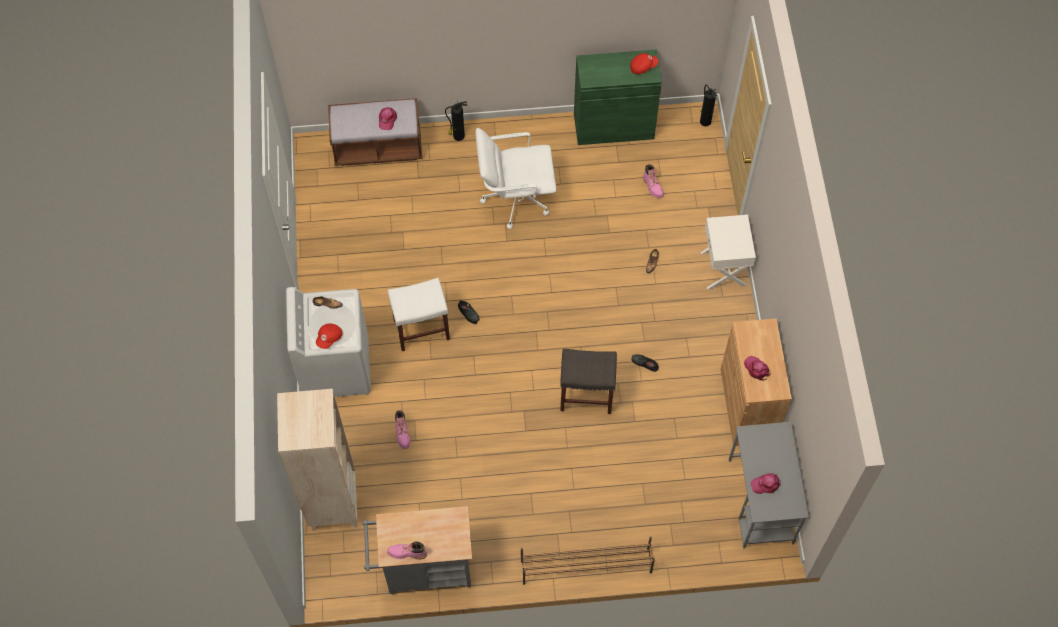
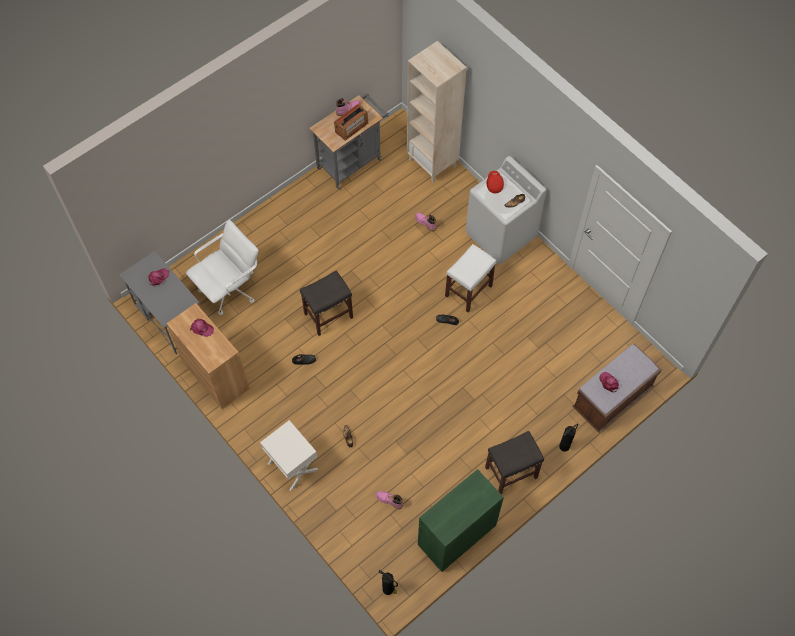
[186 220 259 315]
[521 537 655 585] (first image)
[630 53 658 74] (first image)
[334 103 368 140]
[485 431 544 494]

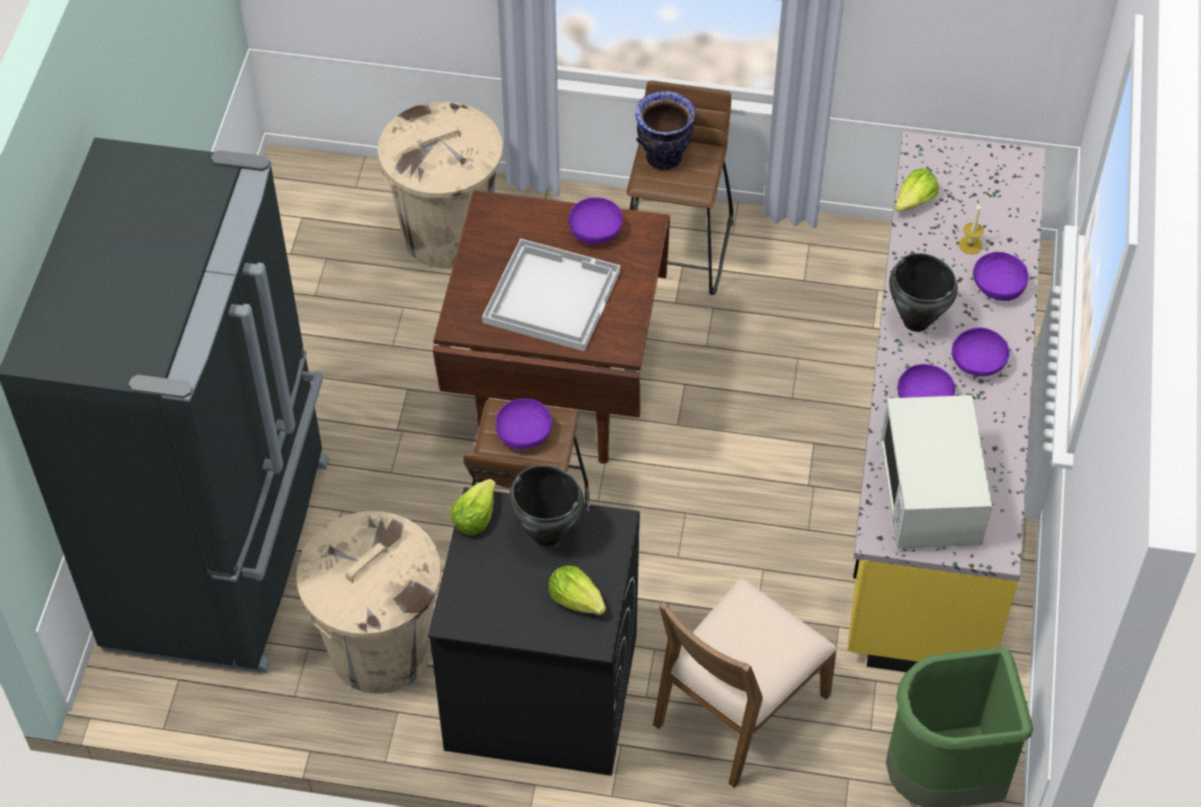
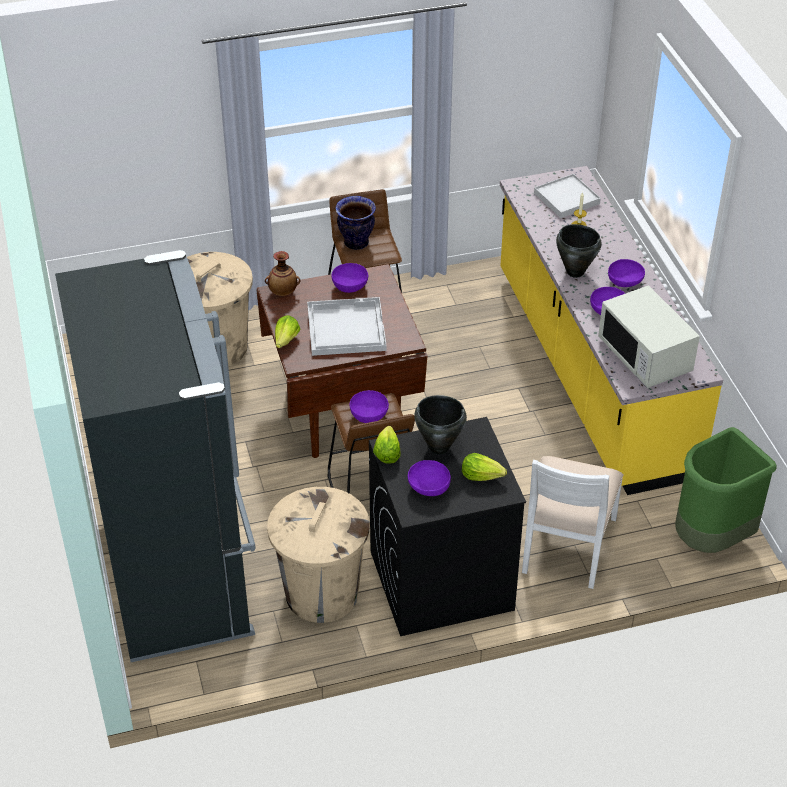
[522 456 624 589]
[275 315 300 348]
[408 460 451 496]
[265 251 300 296]
[534 174 601 218]

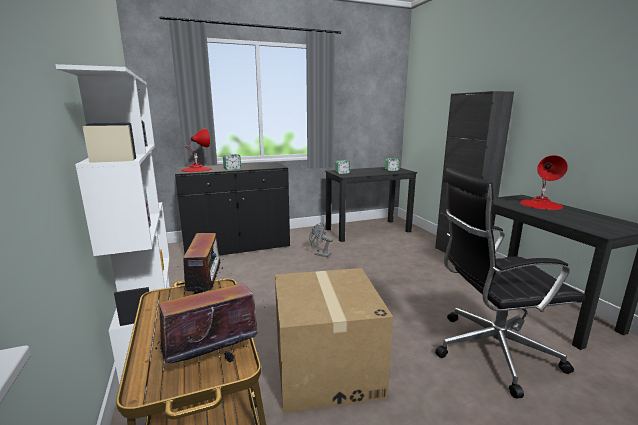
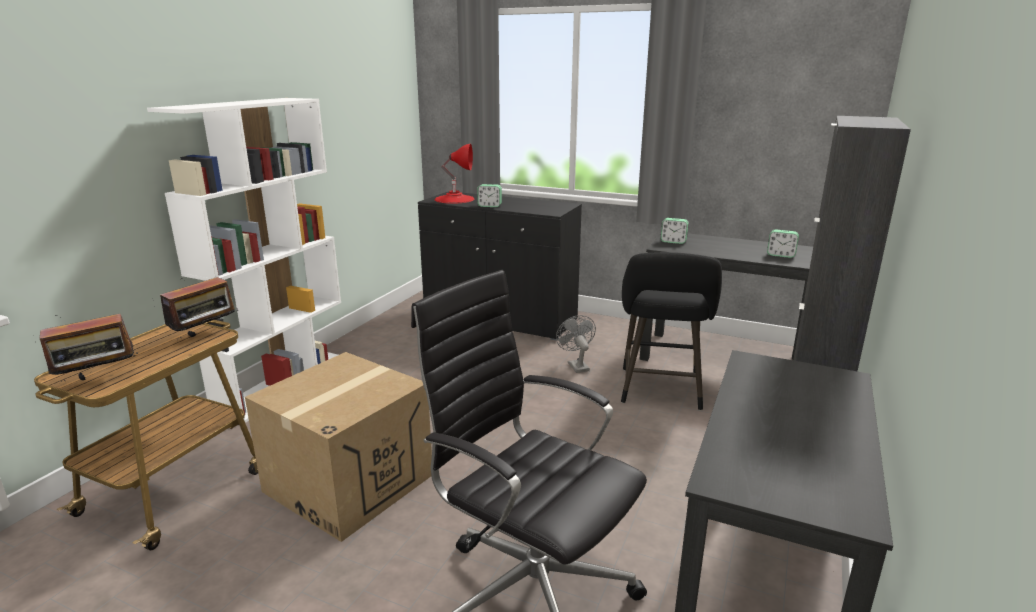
[36 314 138 382]
[519 155 568 210] (first image)
[621 252 722 411]

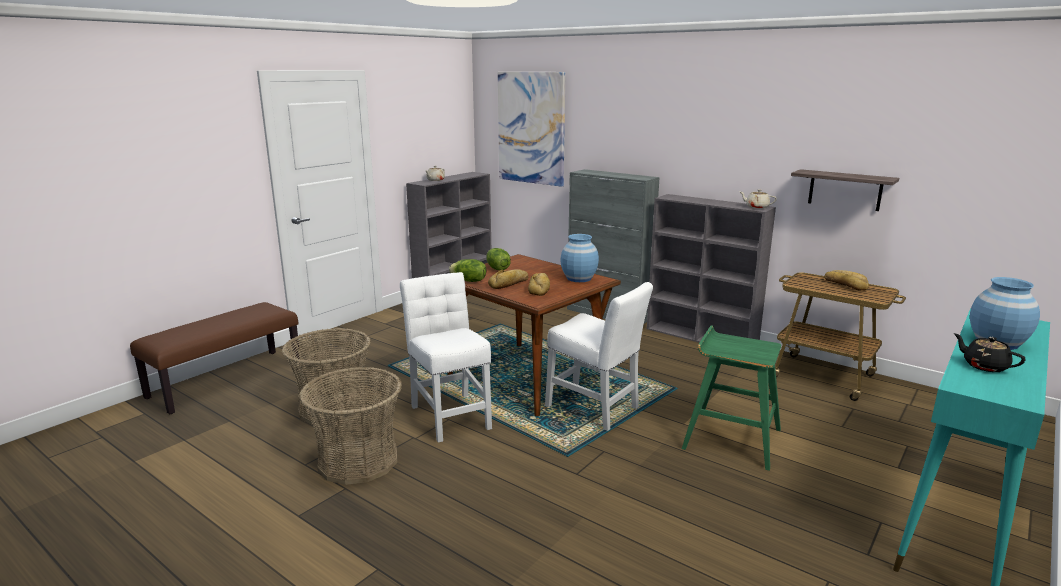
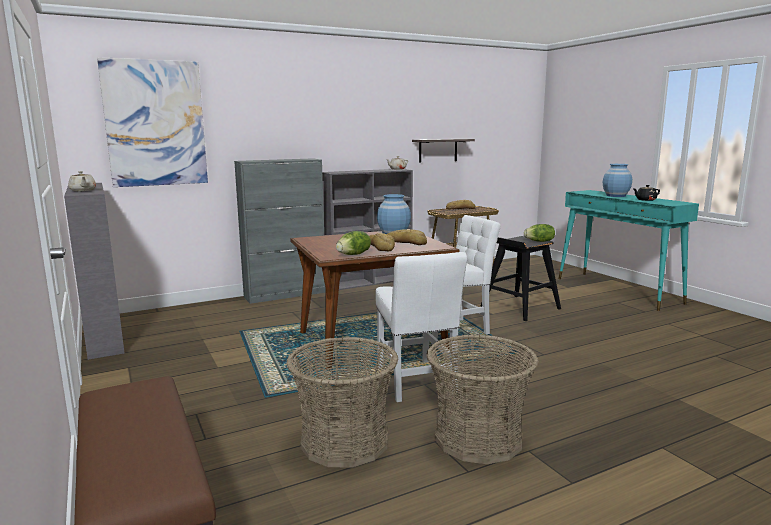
[375 252 467 402]
[524 224 555 242]
[480 236 561 321]

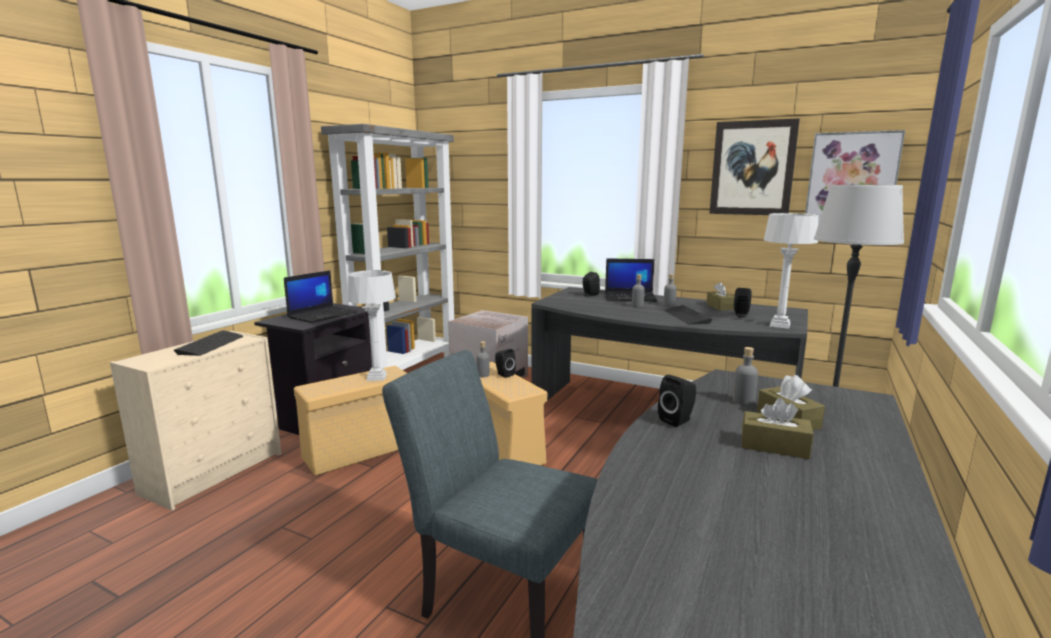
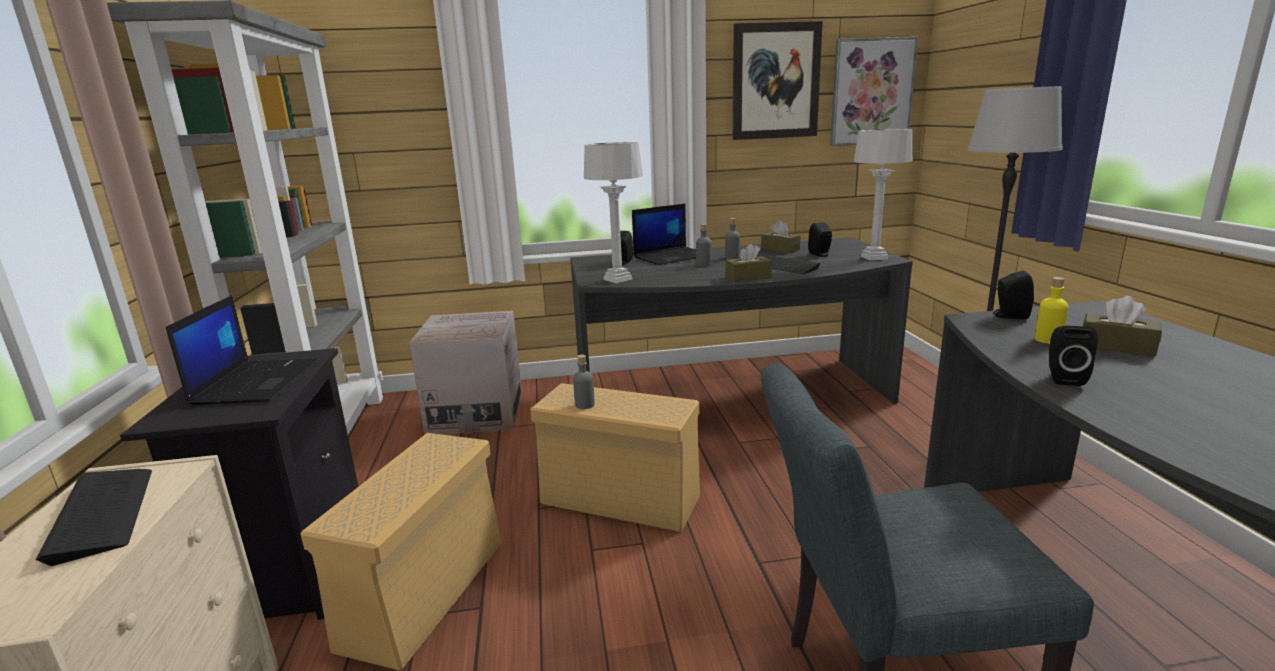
[584 142 643 283]
[993 270 1034 319]
[1035 277 1068 344]
[726 243 772 282]

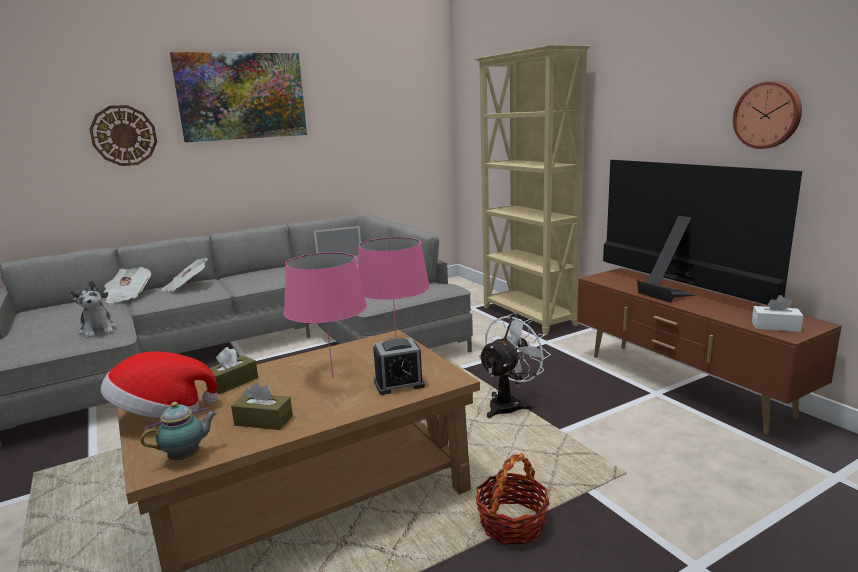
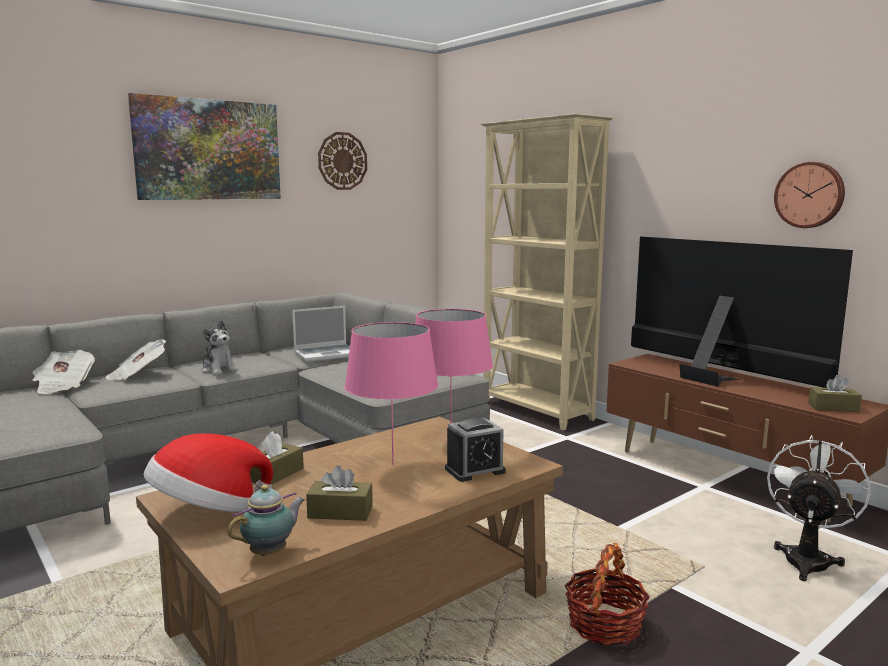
[202 320 238 375]
[318 132 367 190]
[767 435 871 581]
[808 375 862 412]

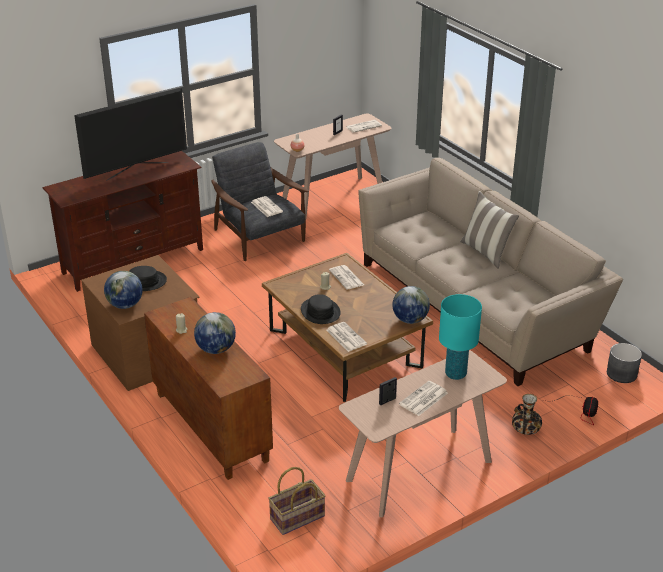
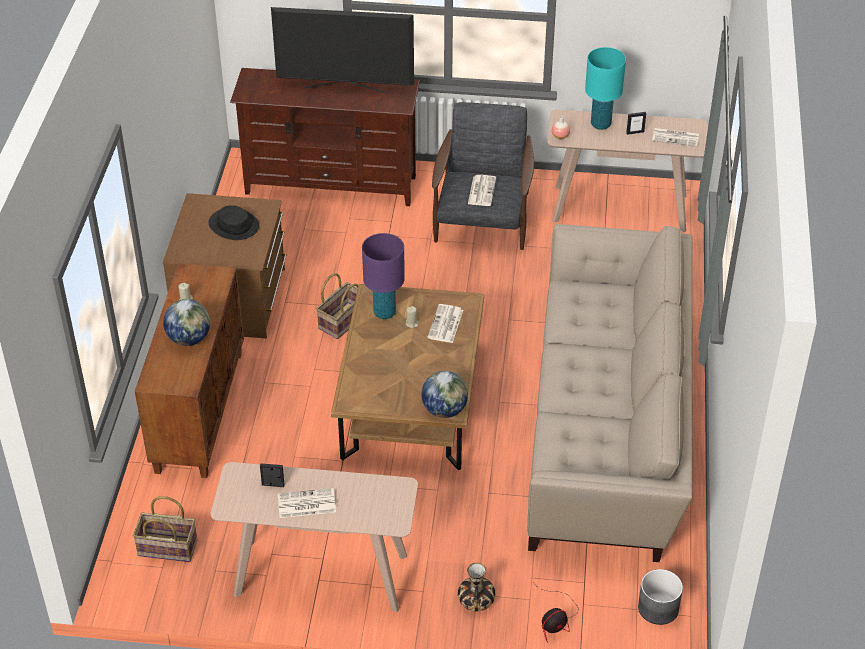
[104 271 143 309] (first image)
[301 294 341 324] (first image)
[326 322 367 352] (first image)
[585 47 626 130]
[460 191 519 269] (first image)
[316 273 358 339]
[362 233 405 319]

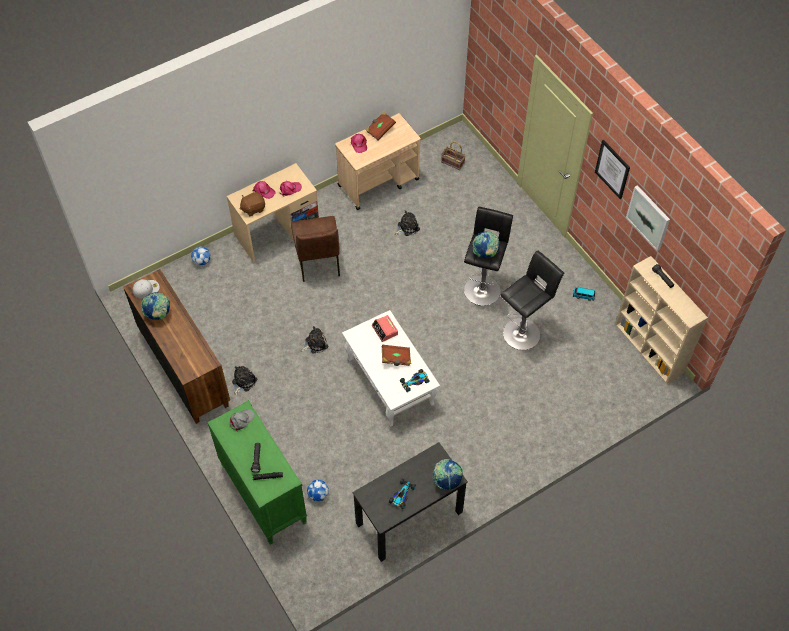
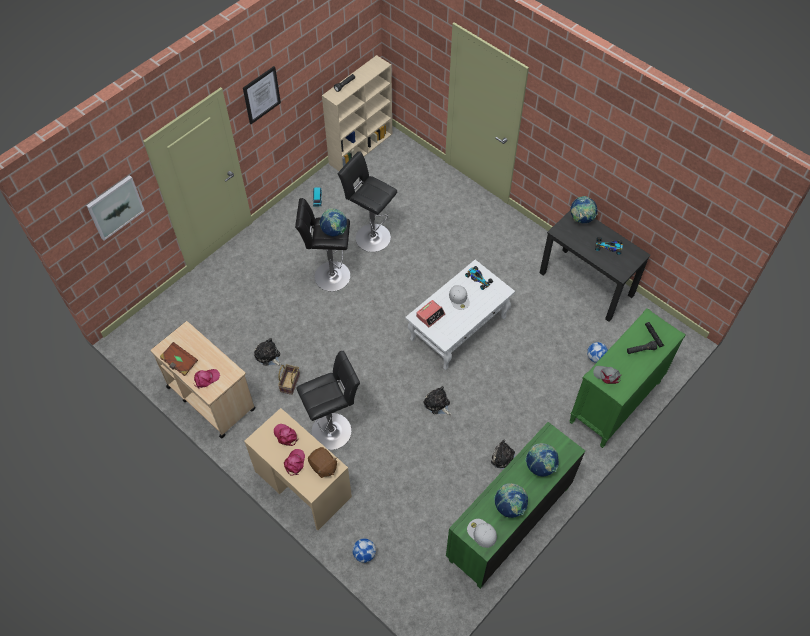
[446 422 585 589]
[296 351 360 450]
[449 285 470 310]
[278 364 300 395]
[86 175 145 240]
[525 443 559 476]

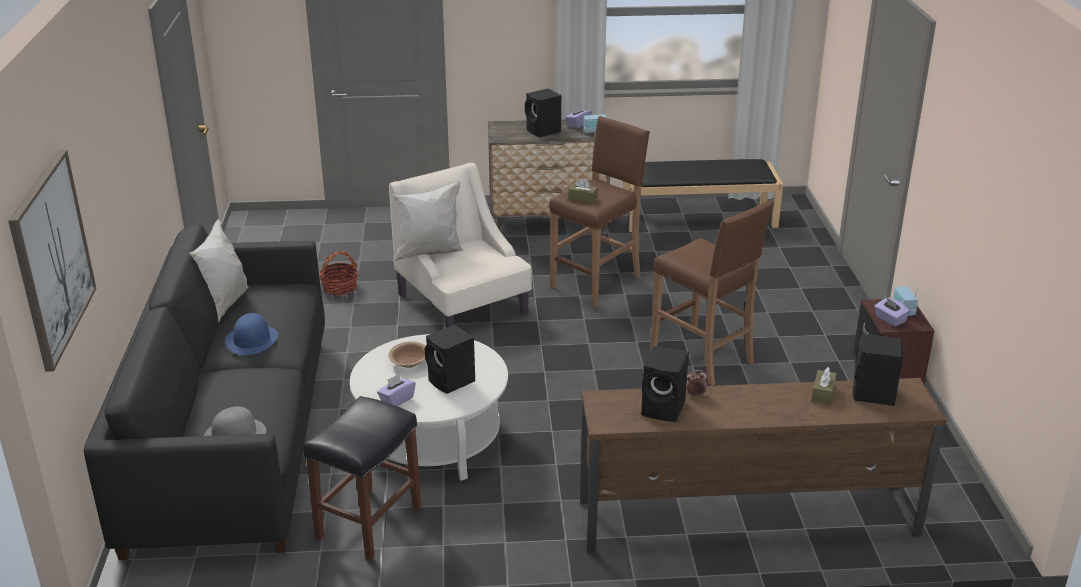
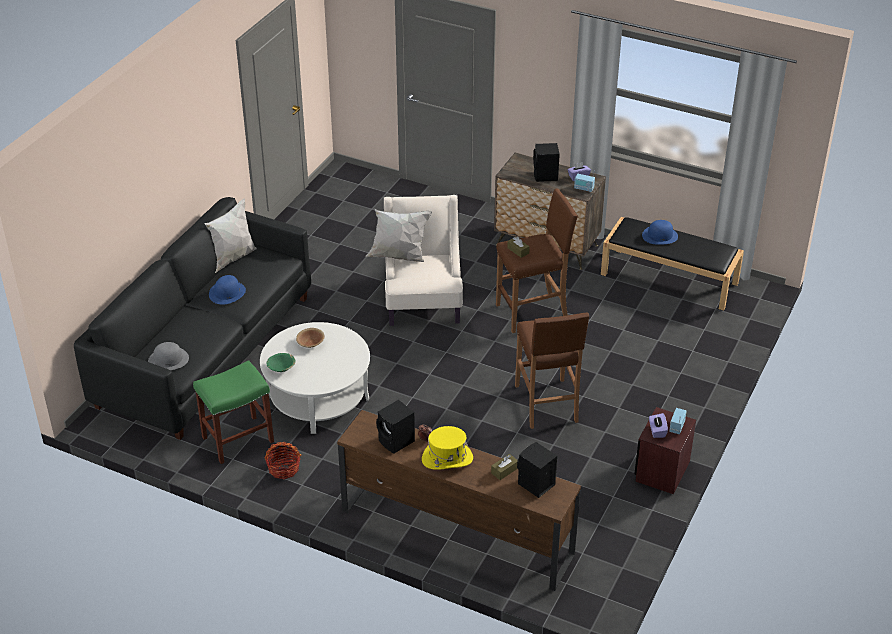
[8 150 97 372] (first image)
[193 360 274 464]
[264 442 301 479]
[266 353 295 372]
[425 325 475 394] (first image)
[422 426 473 470]
[642 220 678 245]

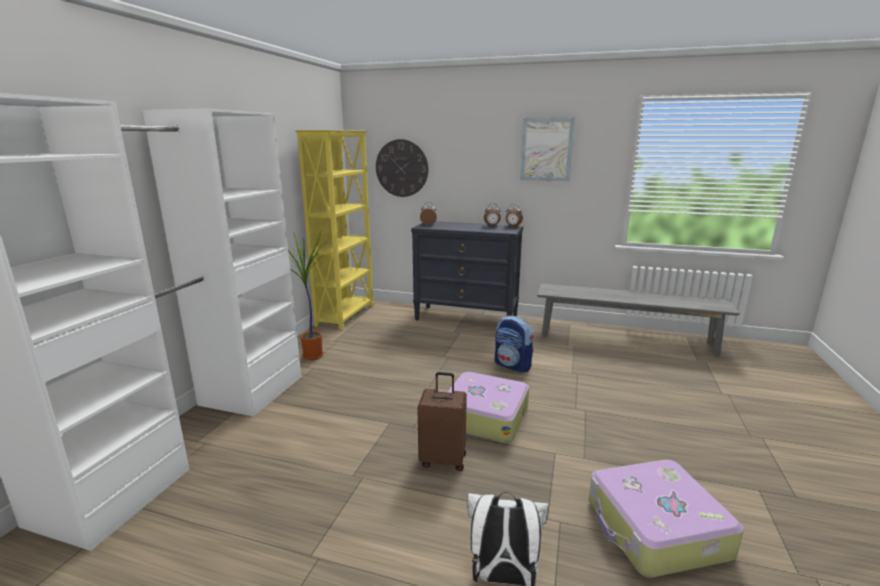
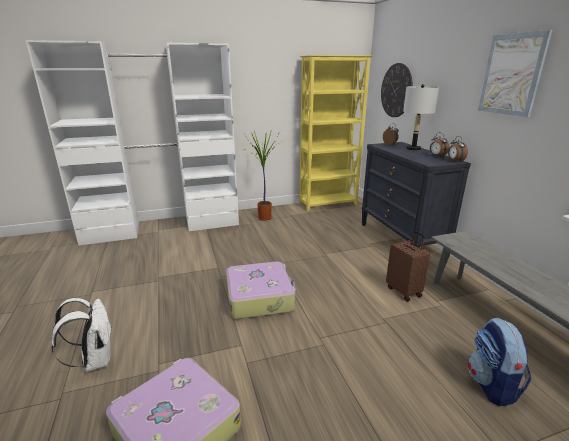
[386 231 430 302]
[468 318 531 406]
[403 84 439 151]

